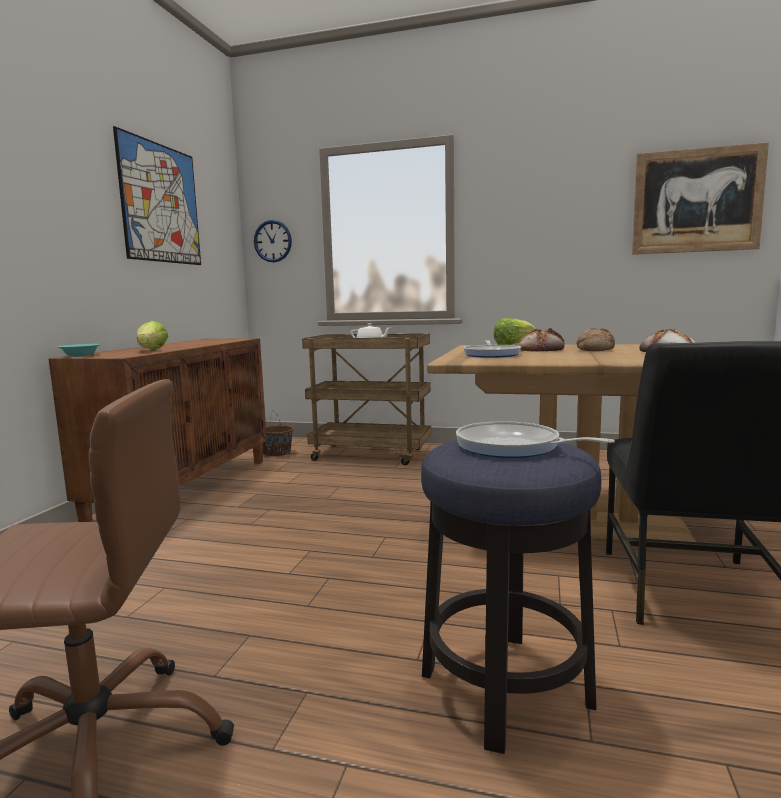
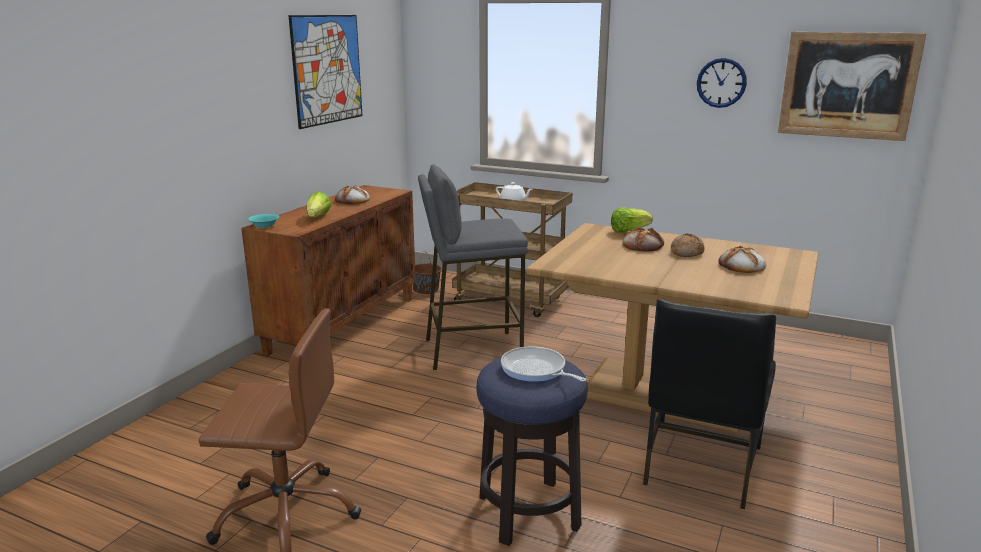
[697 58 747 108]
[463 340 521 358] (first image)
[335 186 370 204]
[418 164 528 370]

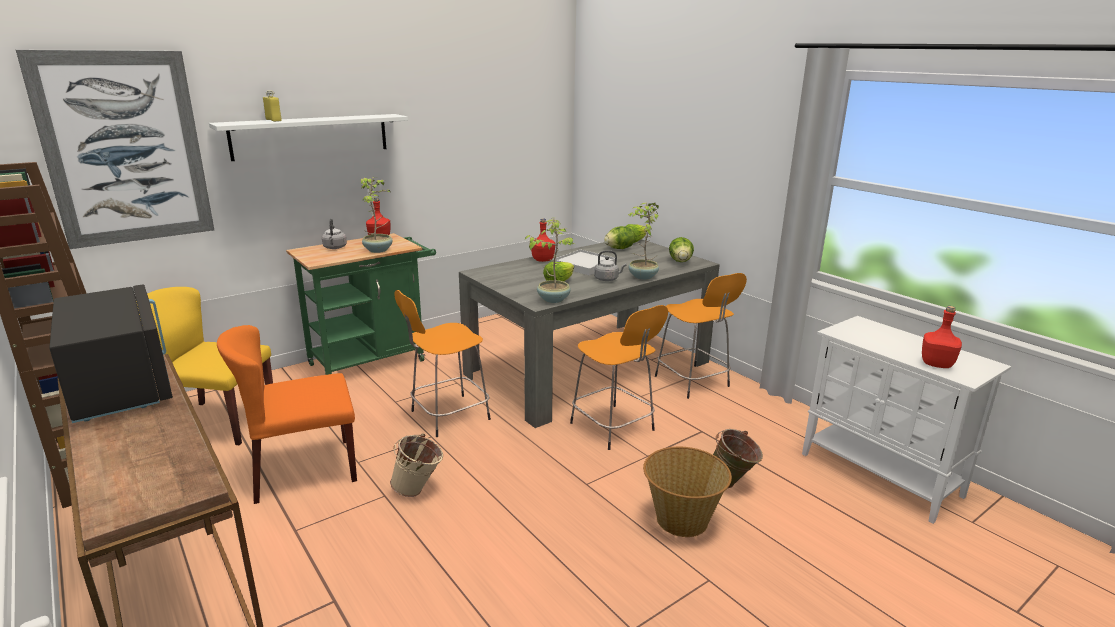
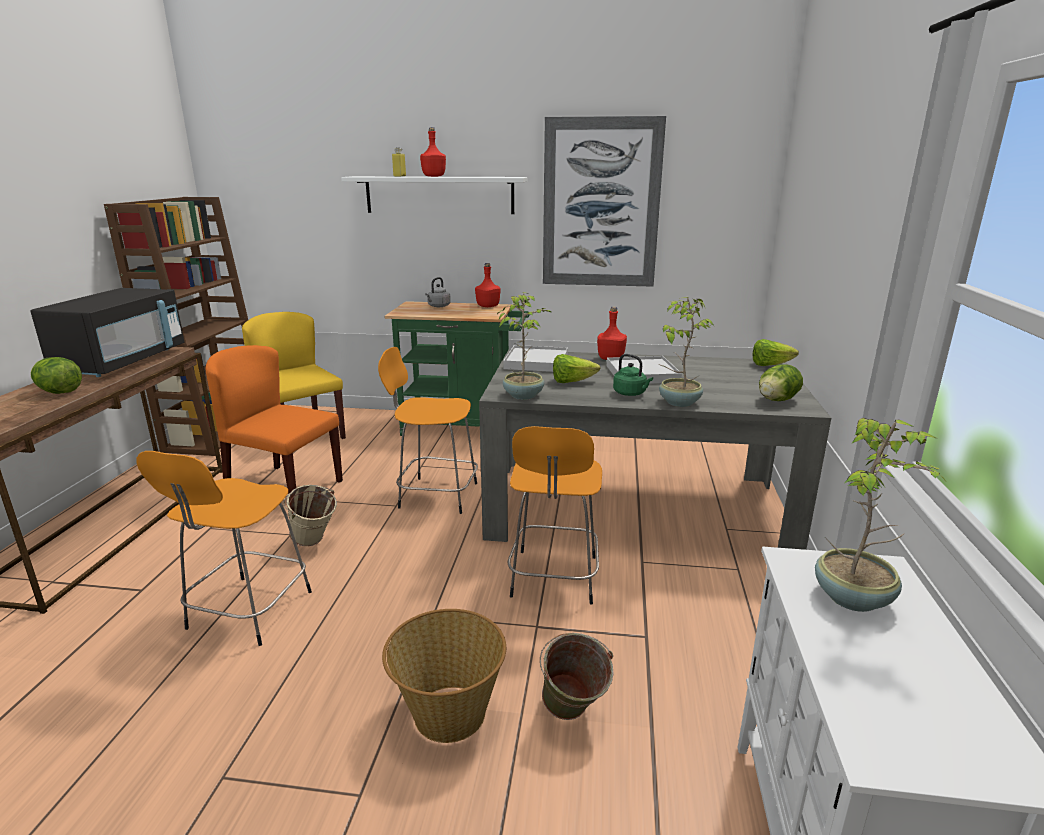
[543 116 666 287]
[815 418 946 612]
[613 354 653 396]
[30 357 82 394]
[137 451 312 646]
[420 127 446 177]
[503 345 568 372]

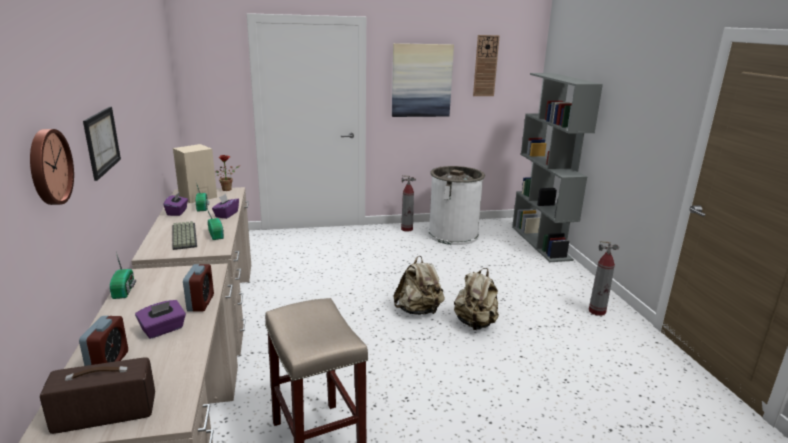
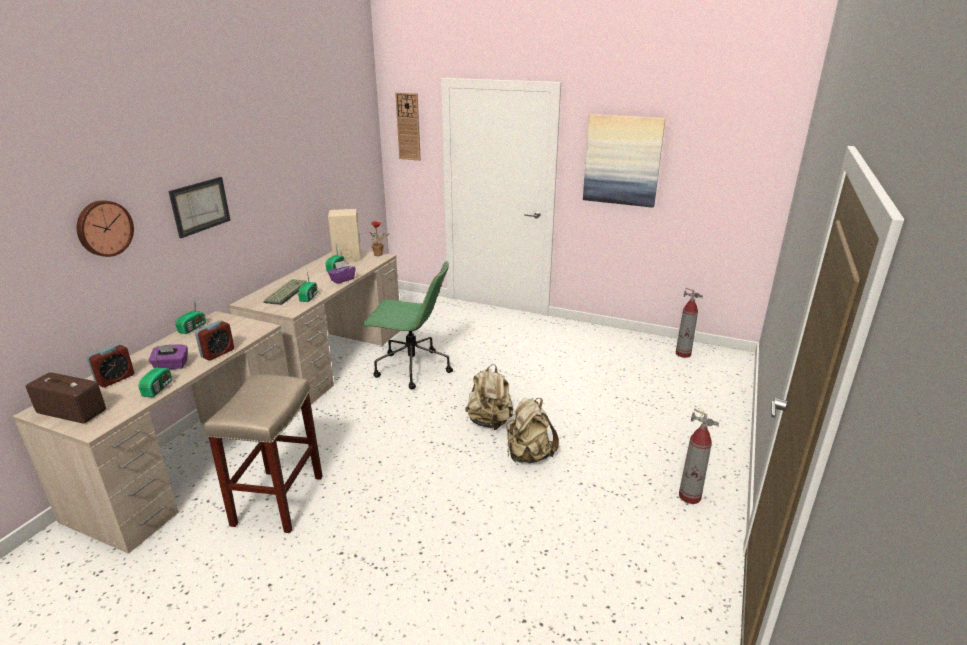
[163 192 188 216] (first image)
[676 288 703 358]
[428 166 485 245] (first image)
[395 93 421 161]
[512 73 603 262] (first image)
[138 351 172 397]
[361 261 453 390]

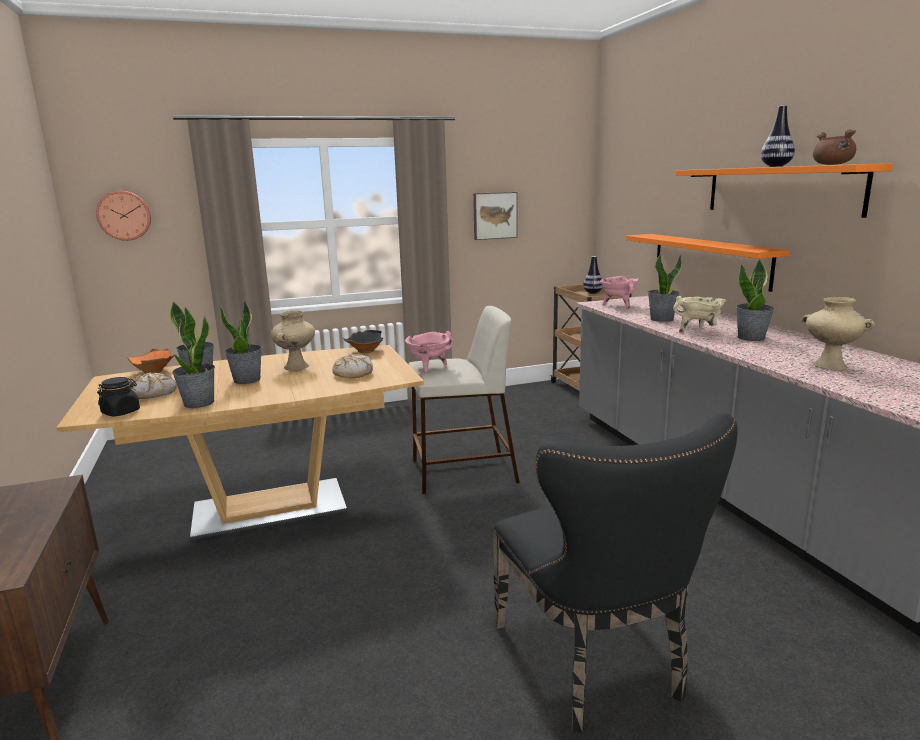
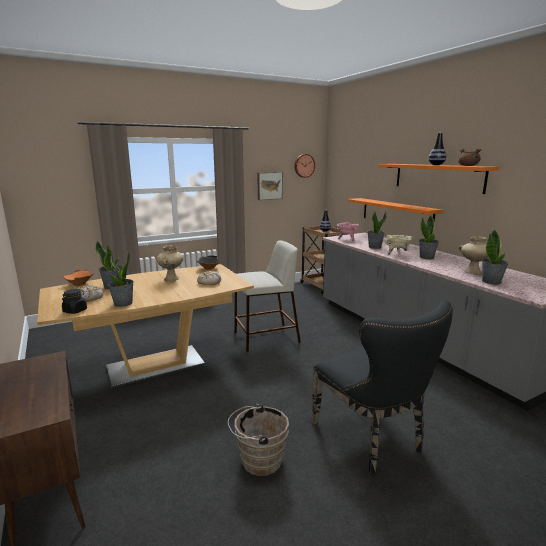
[294 154 315 178]
[482 229 509 284]
[405 331 453 373] (first image)
[228 404 289 476]

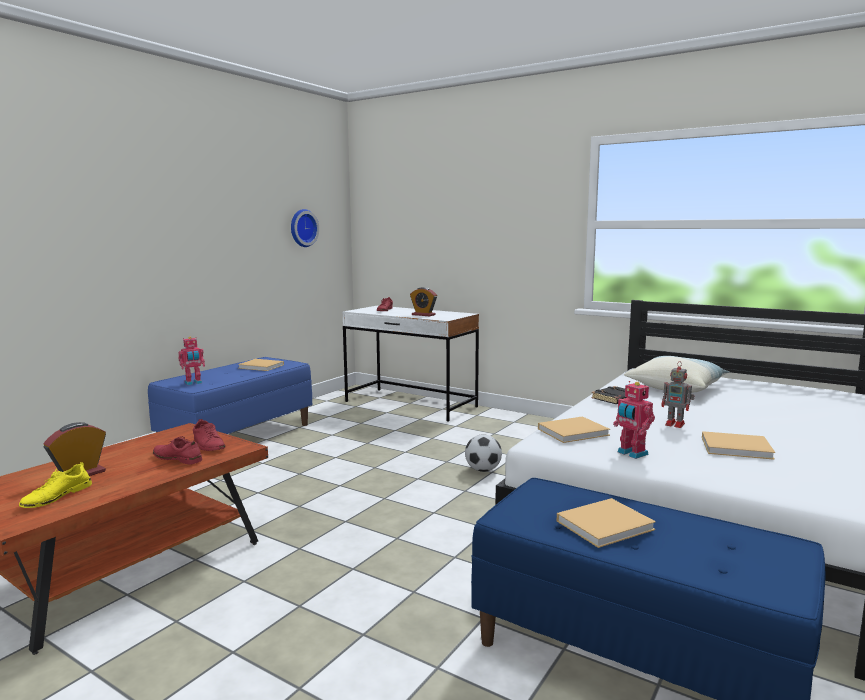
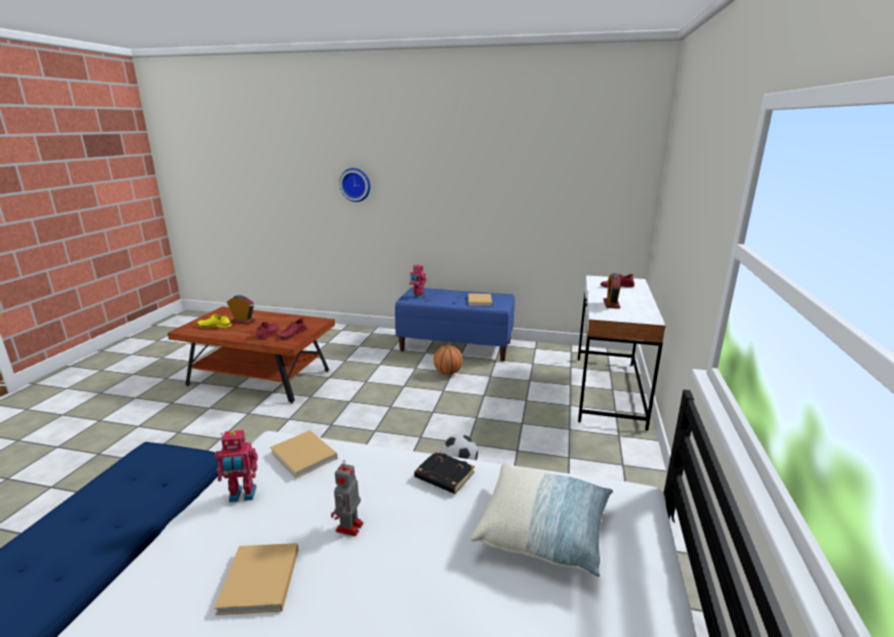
[339 168 370 202]
[557 498 656 548] (first image)
[215 430 258 502]
[434 345 463 375]

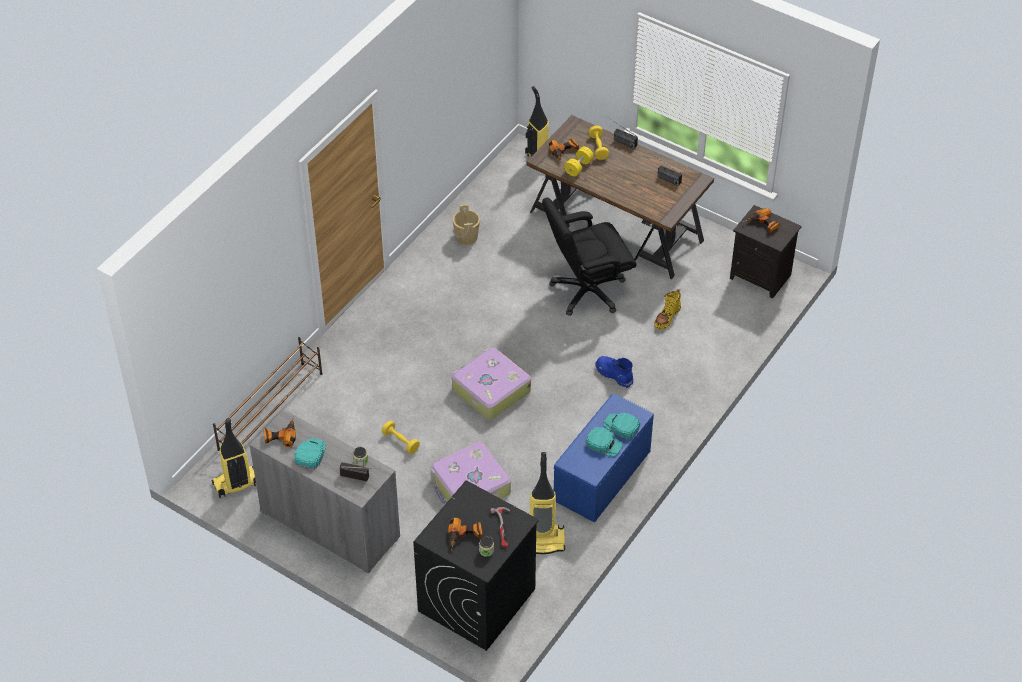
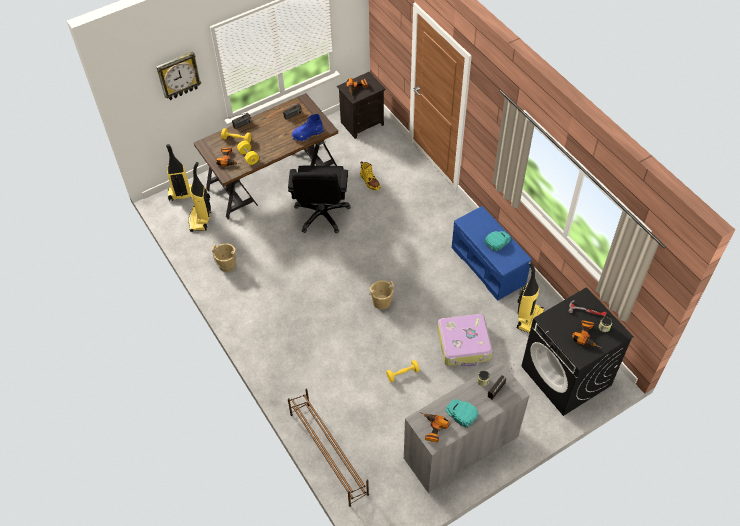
[188 162 211 232]
[369 280 394 310]
[292 114 324 142]
[603 412 640 440] (first image)
[156 51 201 100]

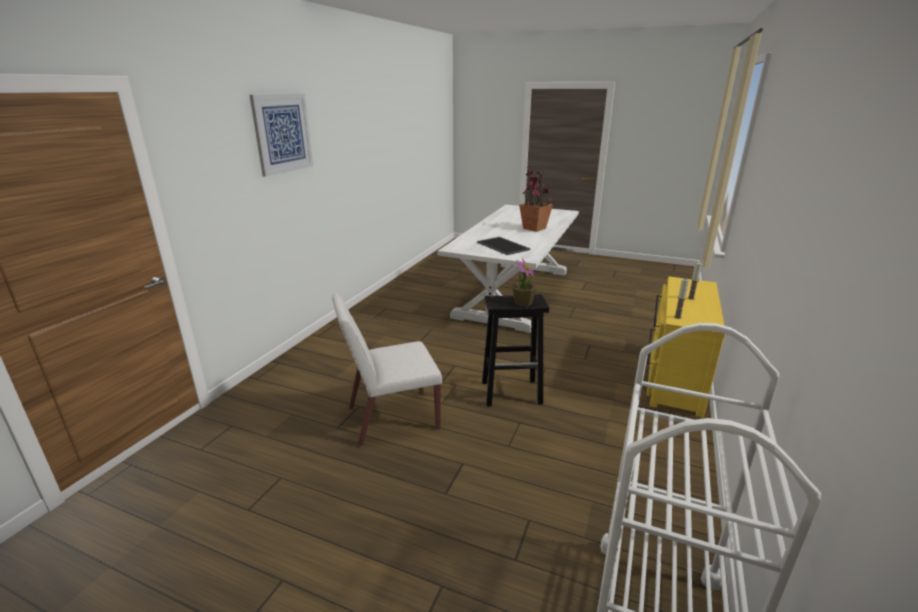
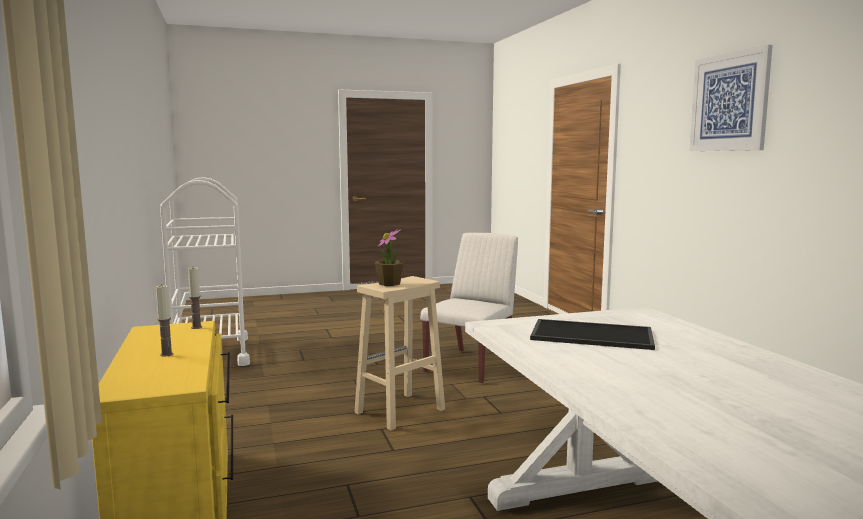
[354 276 445 430]
[519 169 553 232] (first image)

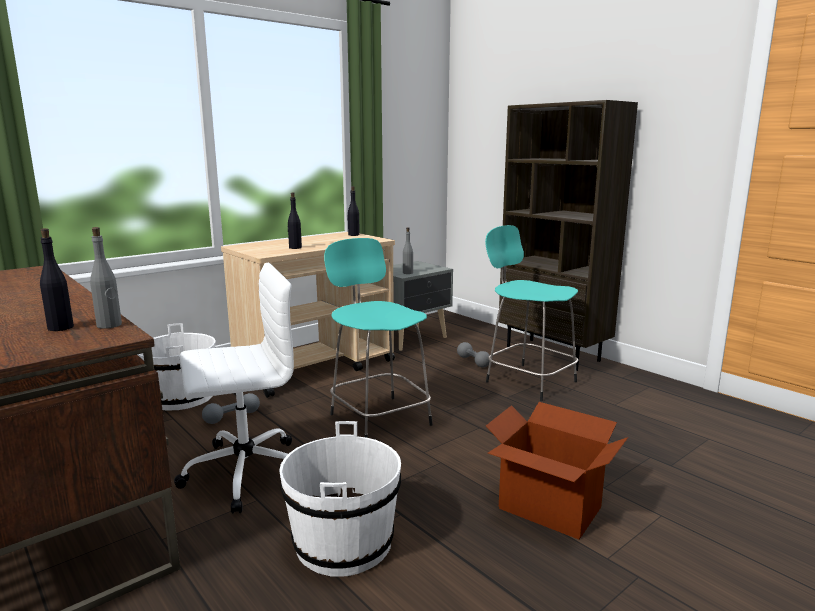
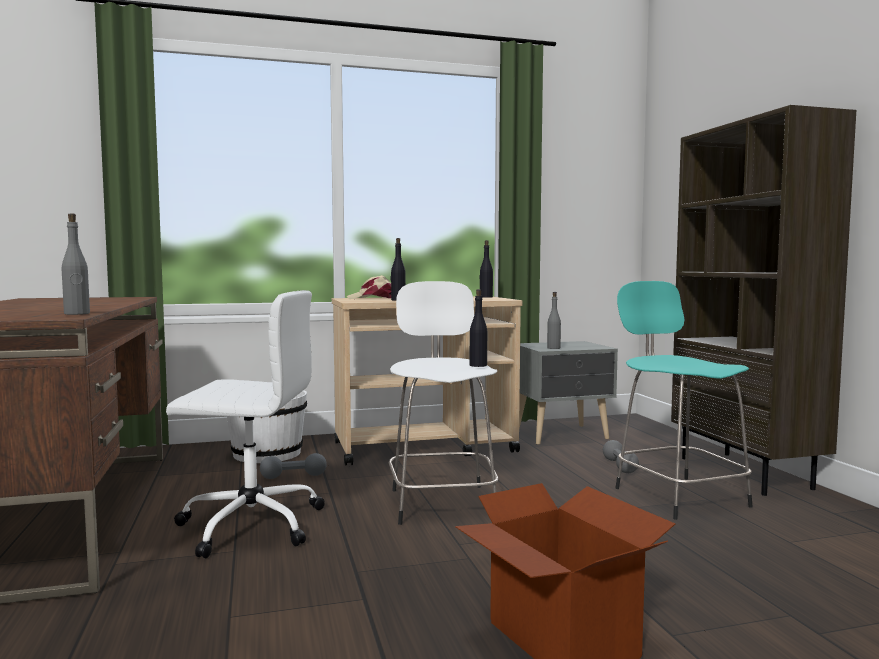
[470 289 487 367]
[279 421 401 577] (first image)
[389 281 498 525]
[346 275 391 299]

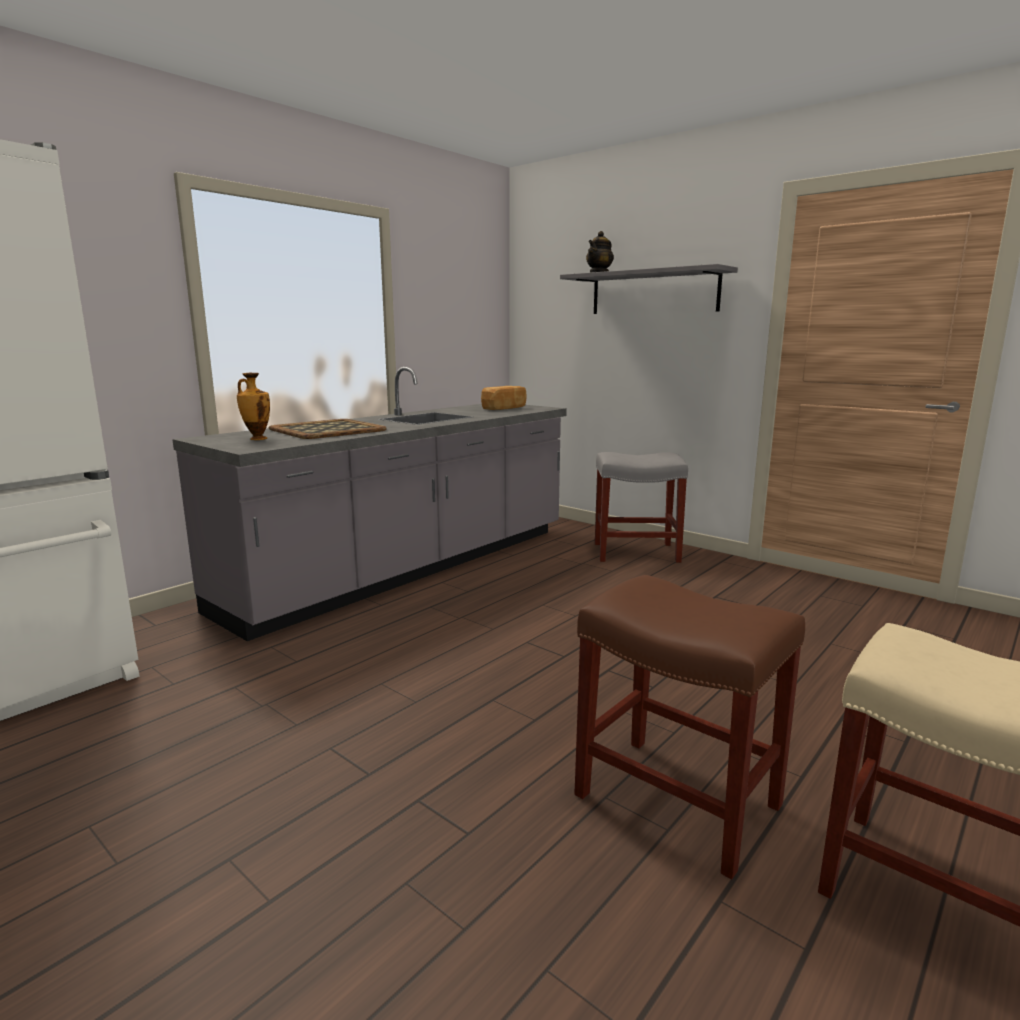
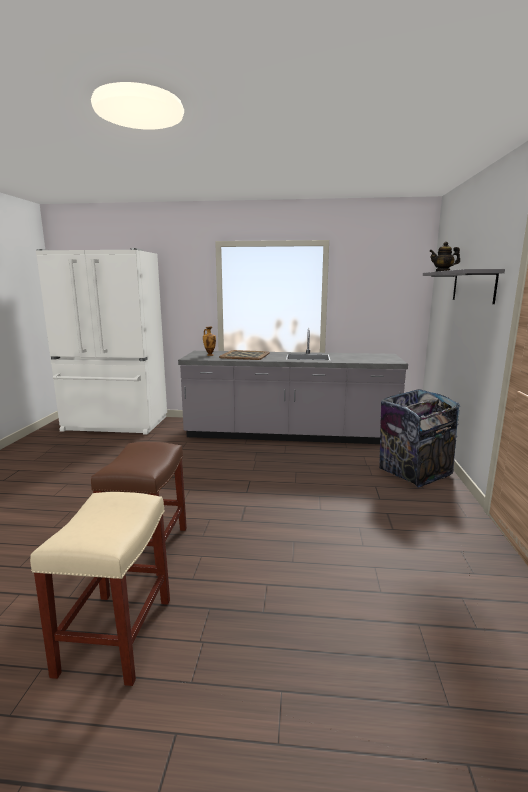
[481 386 527 410] (first image)
[379 389 460 488]

